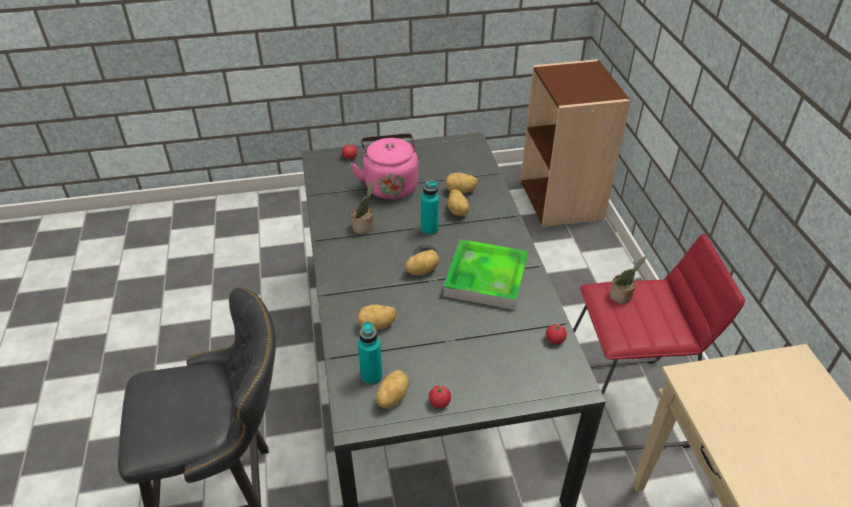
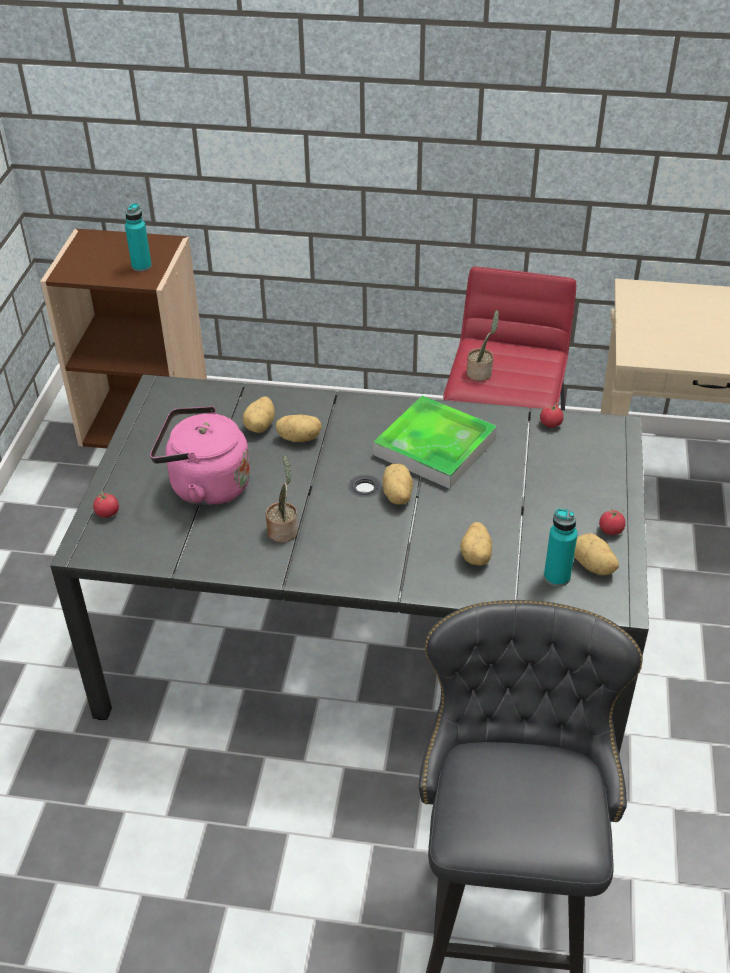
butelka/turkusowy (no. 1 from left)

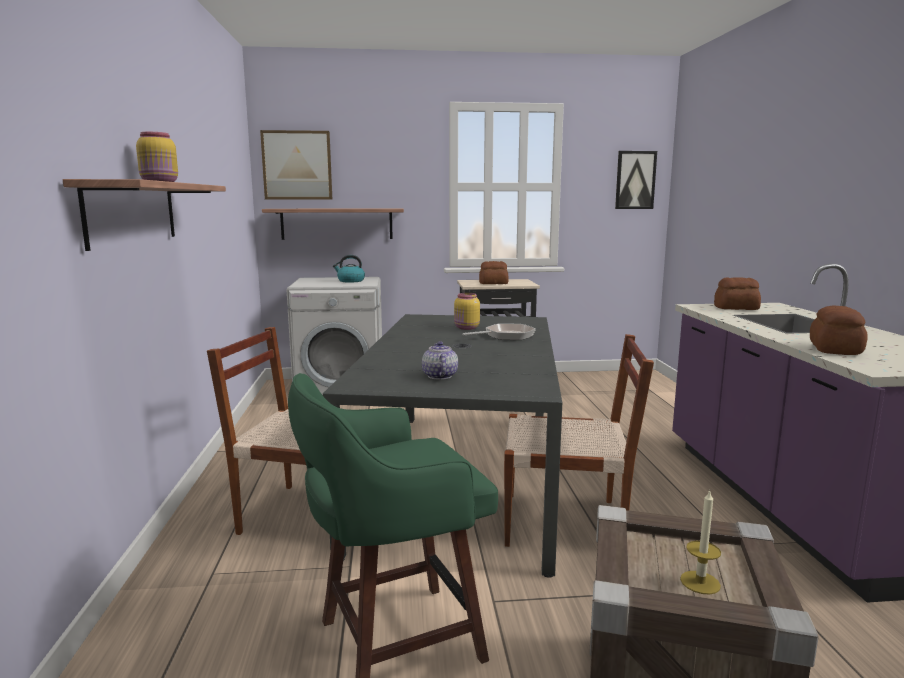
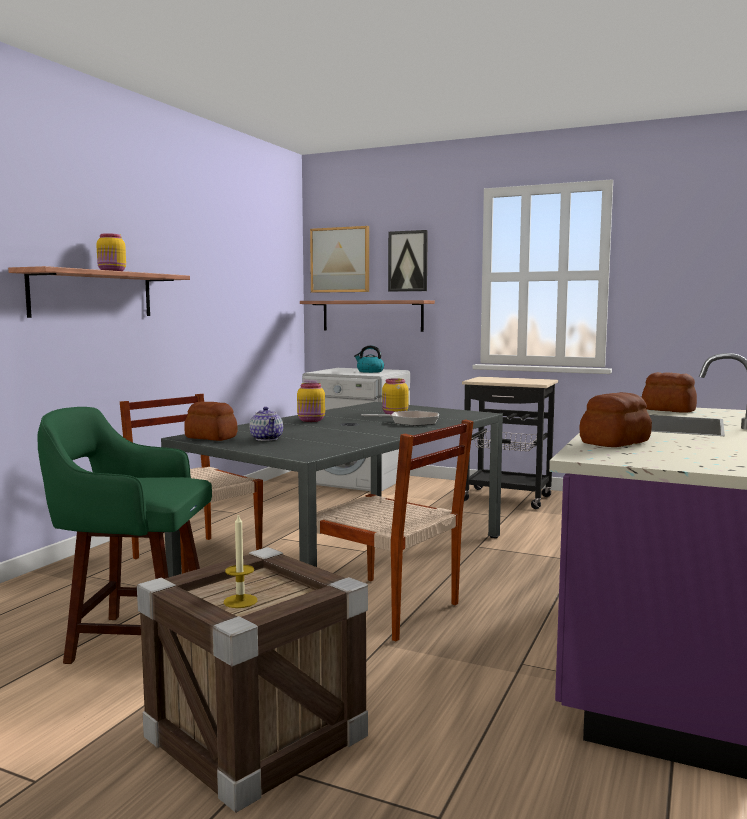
słoik/żółty (no. 2 from left)
chleb (no. 1 from left)
obraz (no. 2 from left)
imbryk

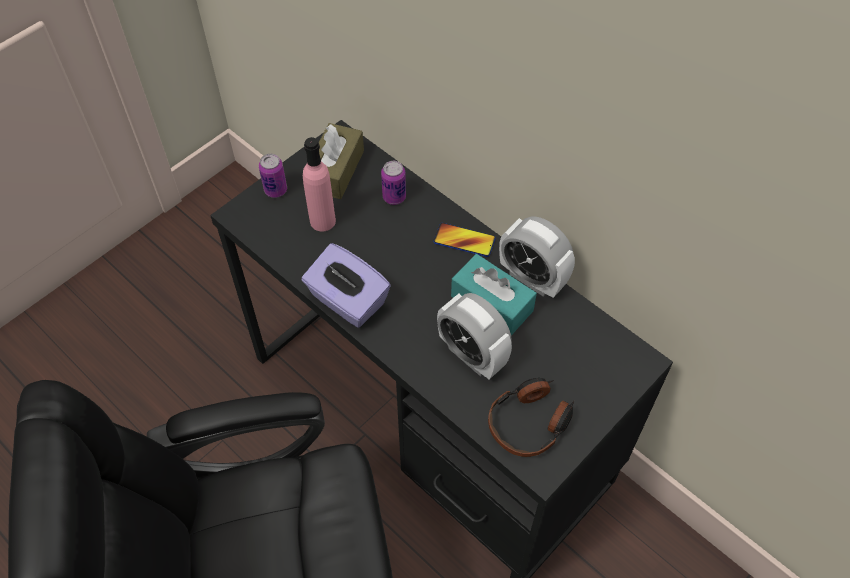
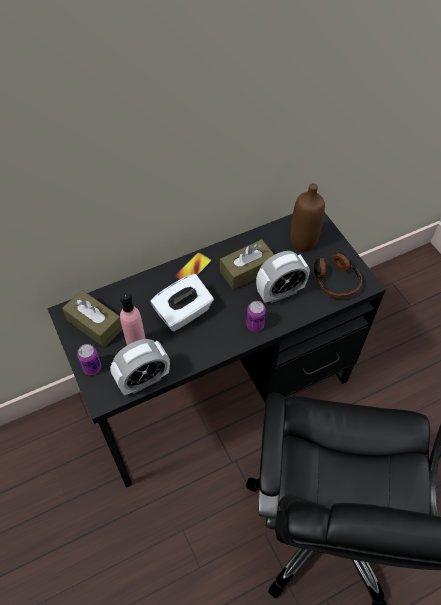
pudełko chusteczek/fioletowy
pudełko chusteczek/biały
butelka/brązowy
puszka (no. 2 from left)
budzik (no. 1 from left)
pudełko chusteczek/brązowy (no. 2 from left)

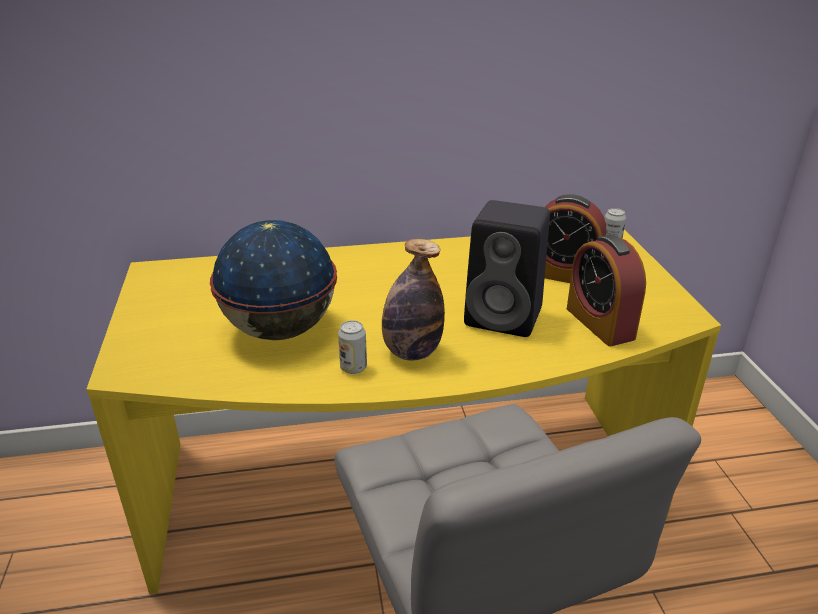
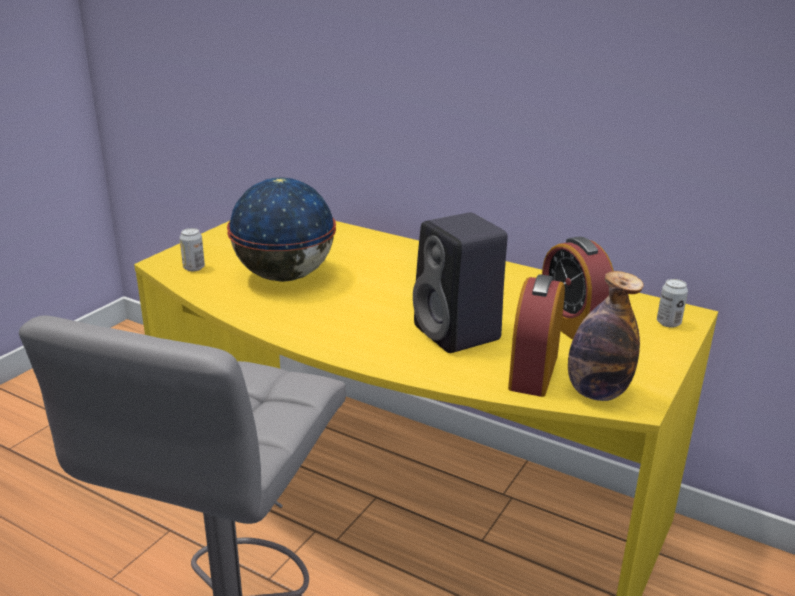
puszka (no. 1 from left)
butelka

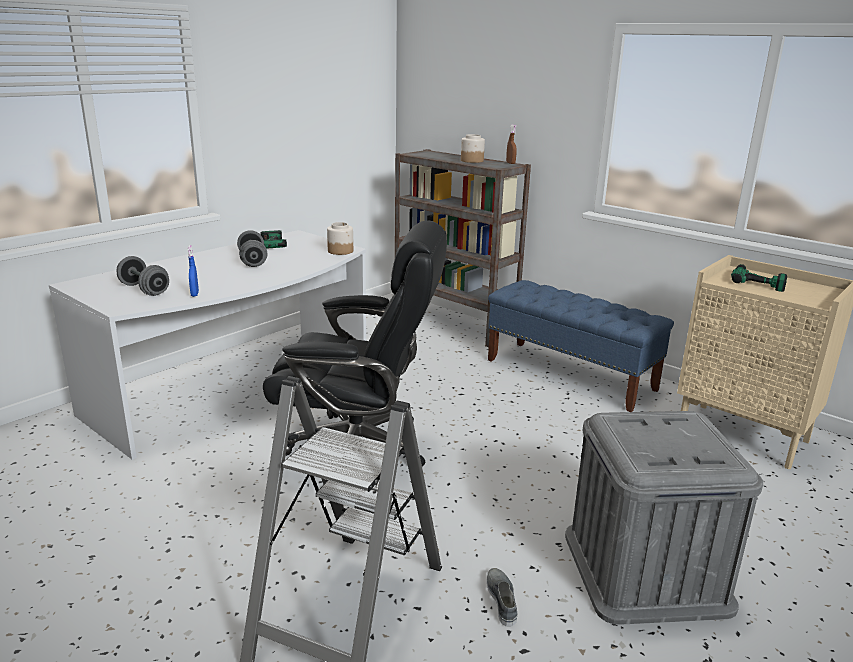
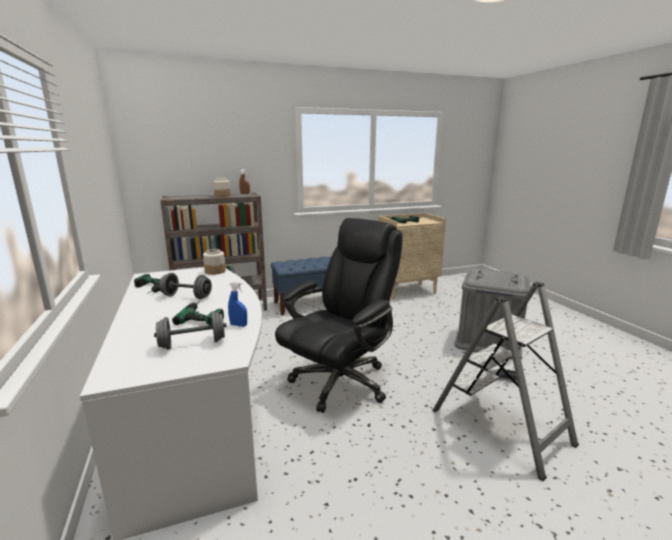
wiertarka (no. 2 from left)

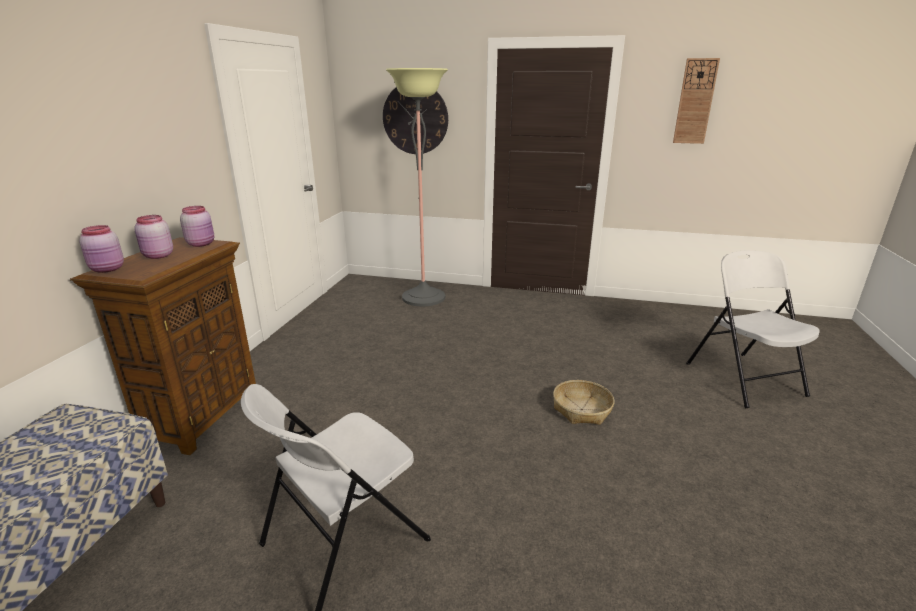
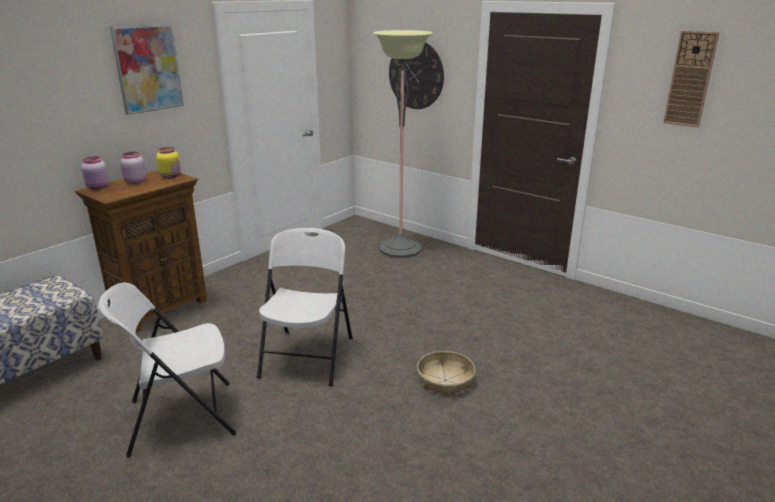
obraz
krzesło/biały (no. 2 from left)
słoik/żółty

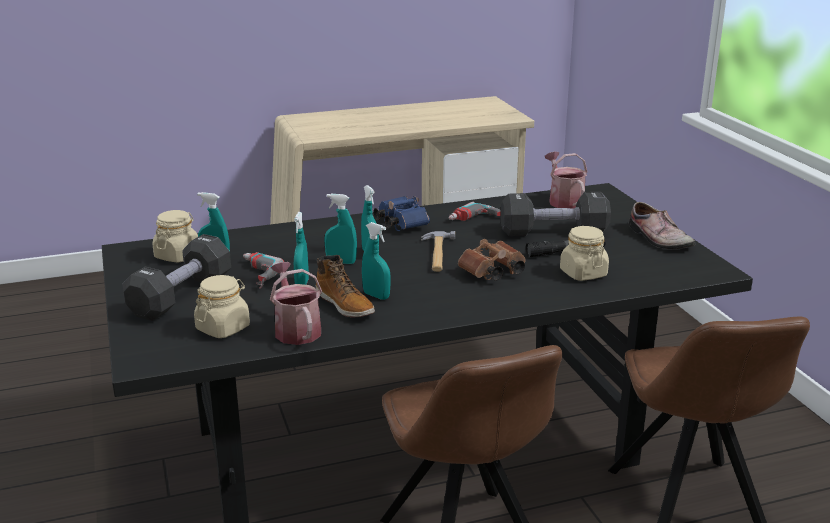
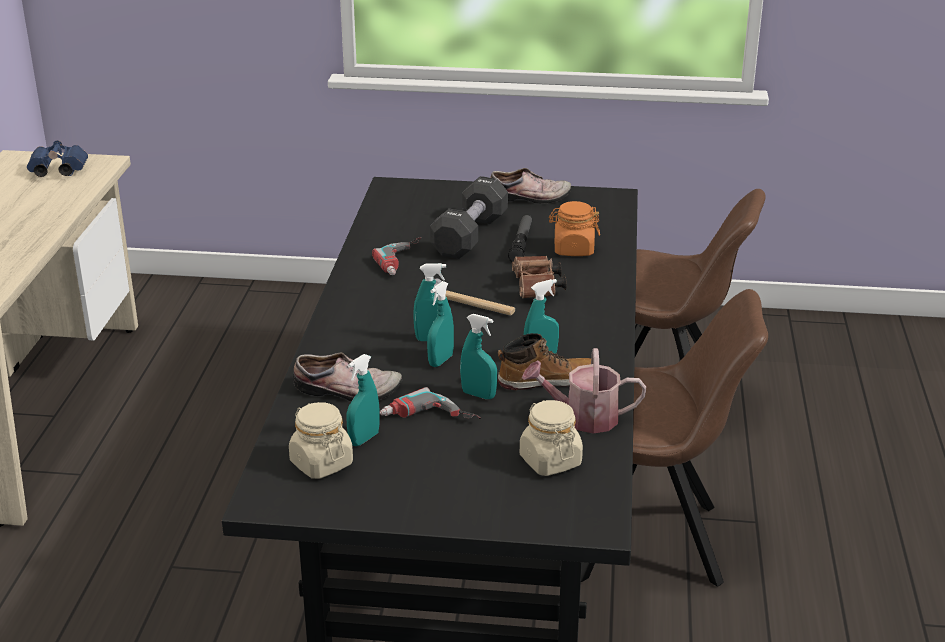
hantel/czarny (no. 1 from left in the first image)
konewka (no. 2 from left in the first image)
but (no. 1 from left)
lornetka/niebieski
słoik/pomarańczowy

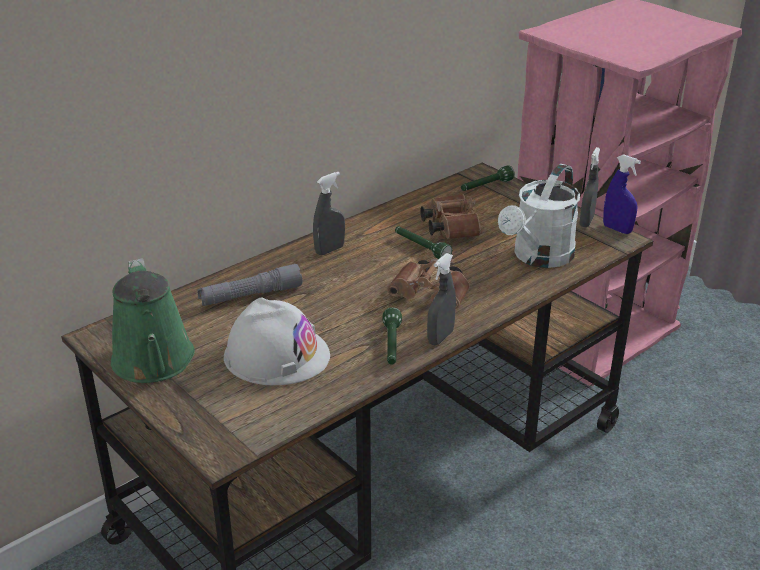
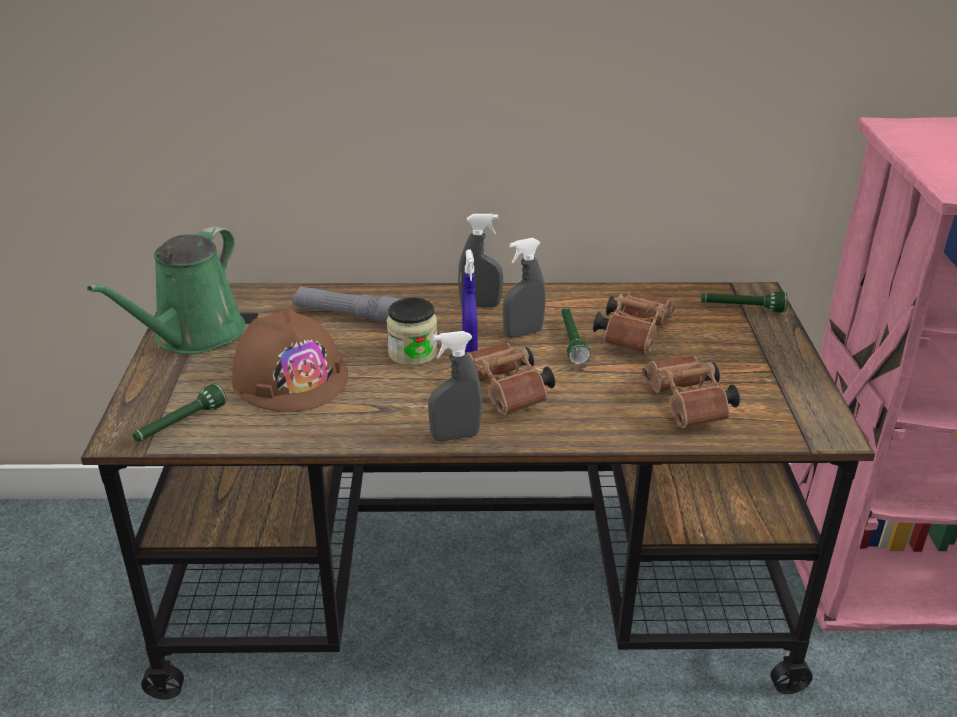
słoik
latarka/zielony (no. 1 from left)
spryskiwacz/szary (no. 3 from left)
spryskiwacz/niebieski
lornetka/brązowy (no. 3 from left)
kask/brązowy

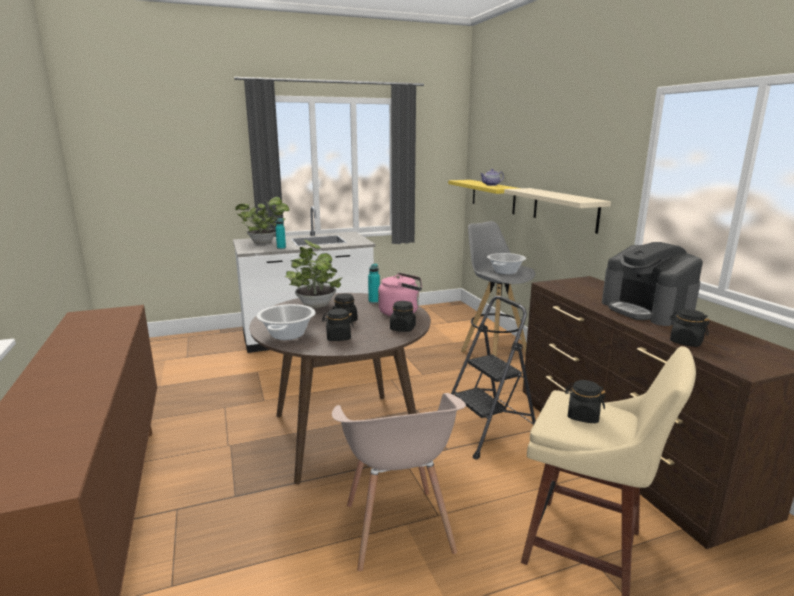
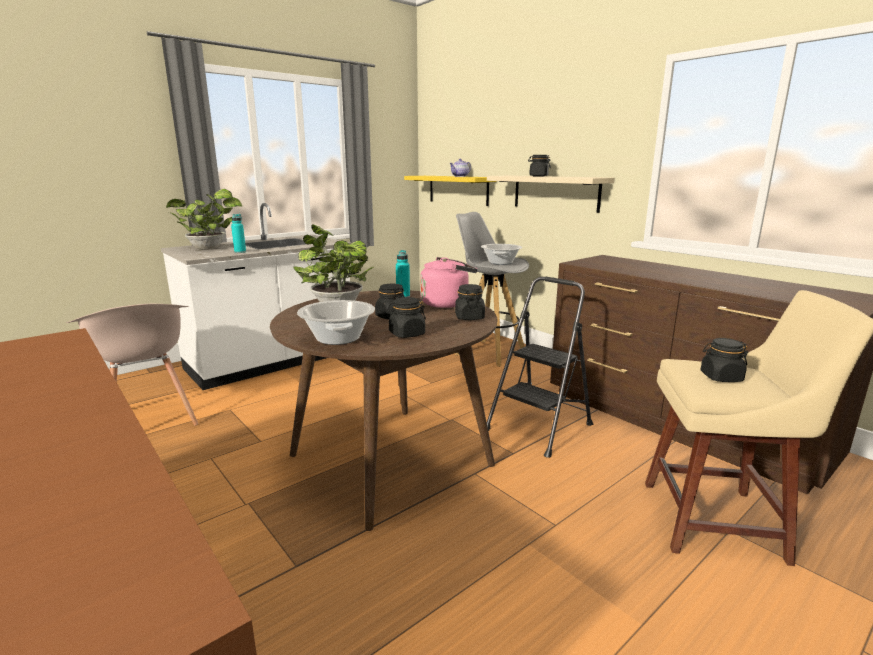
ekspres do kawy
krzesło/beżowy
słoik/czarny (no. 4 from left)

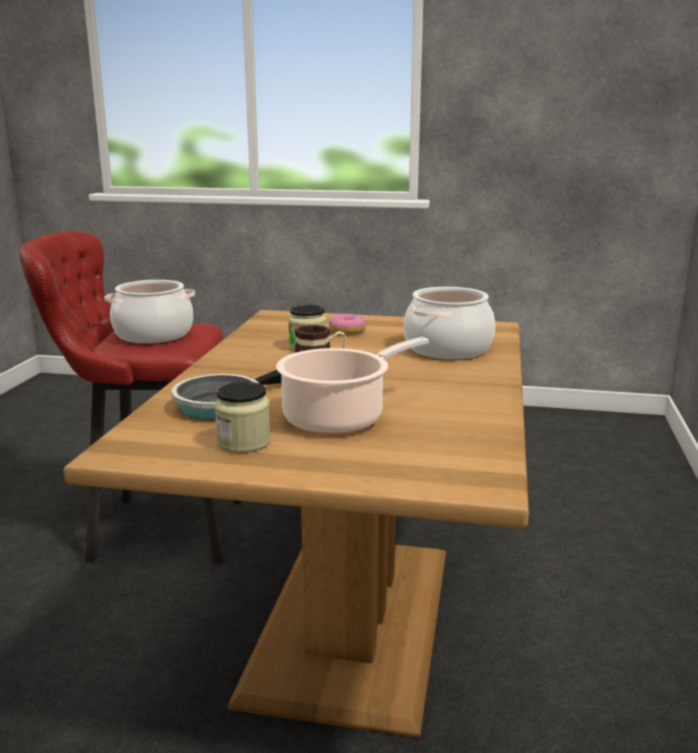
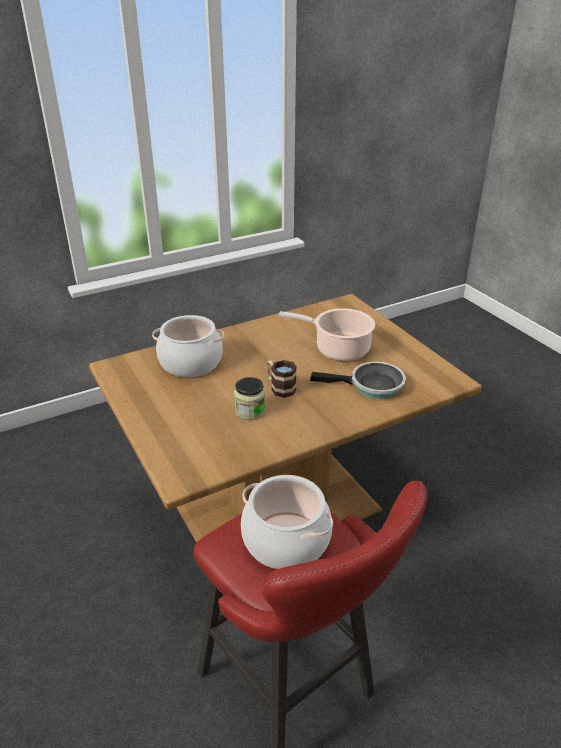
słoik (no. 1 from left in the first image)
donut

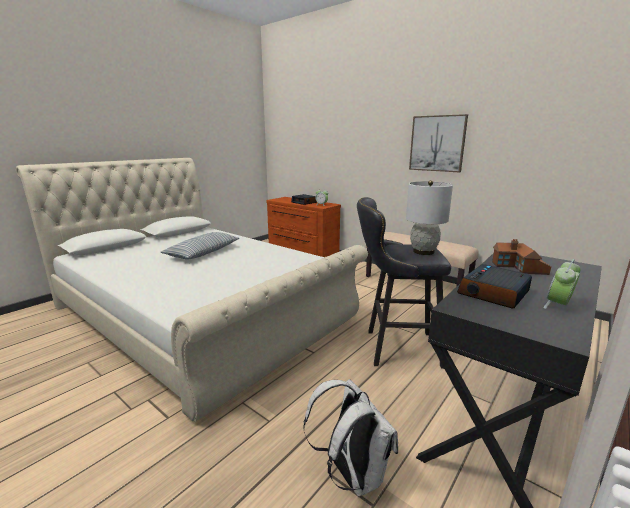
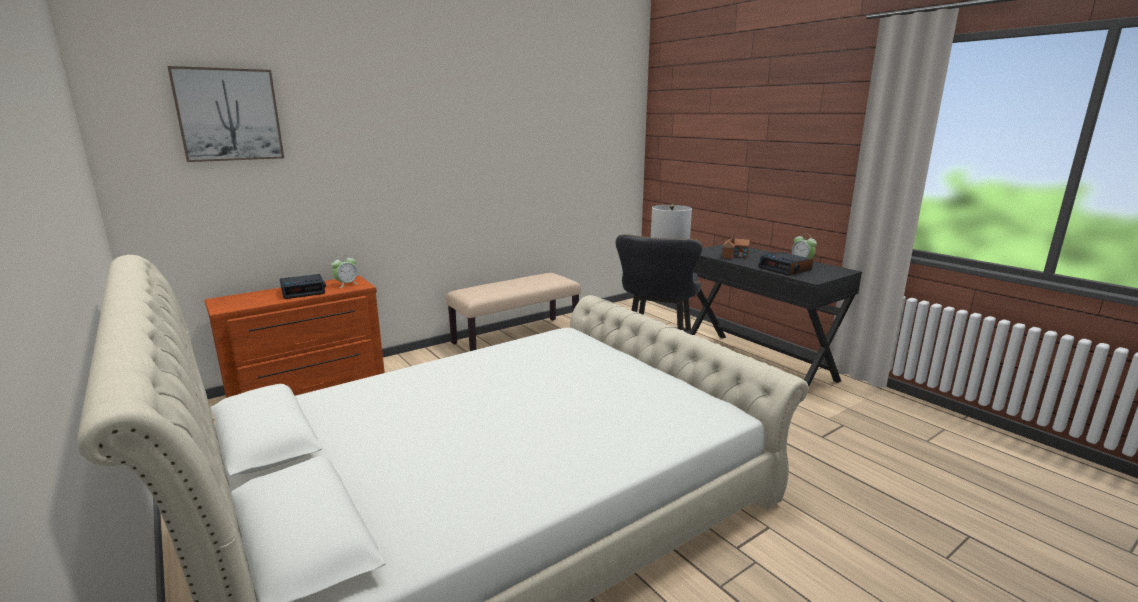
poduszka
plecak/biały
obraz

